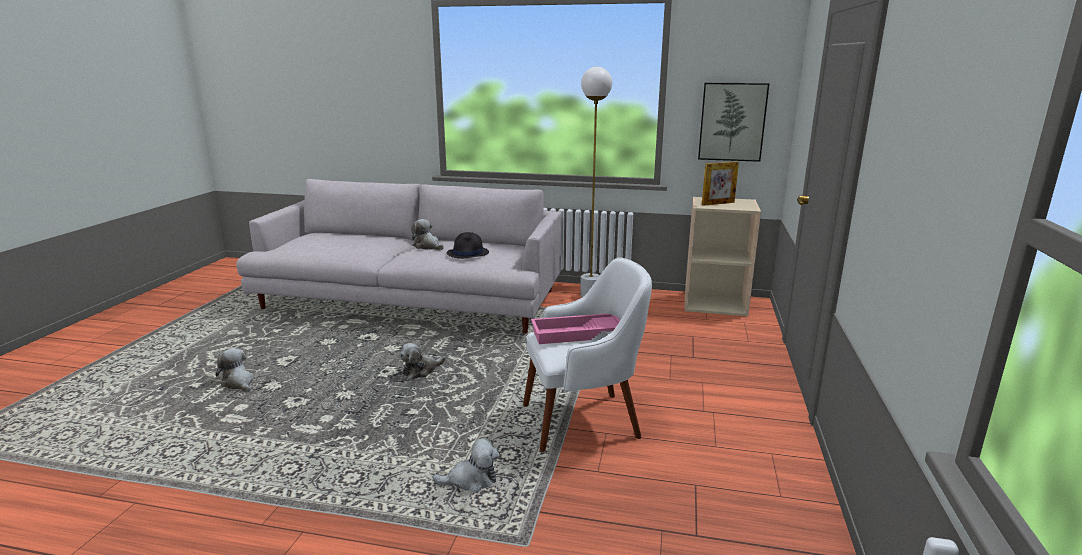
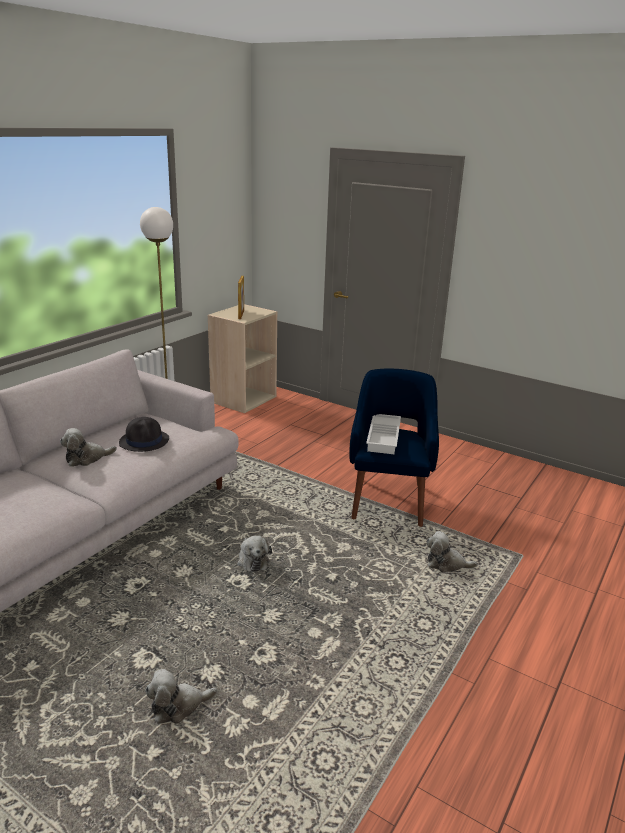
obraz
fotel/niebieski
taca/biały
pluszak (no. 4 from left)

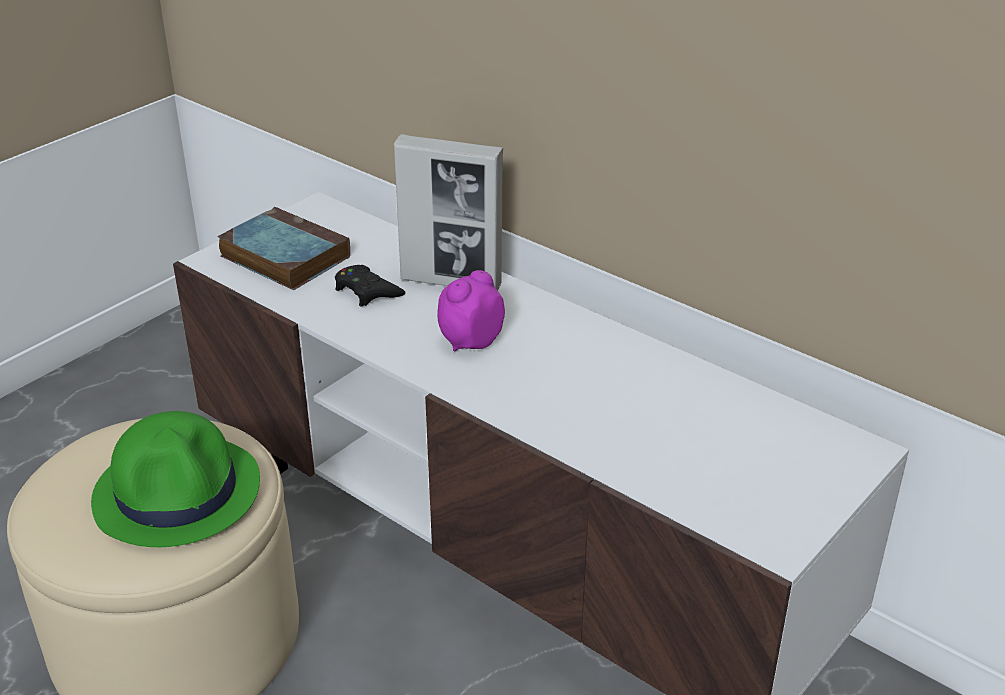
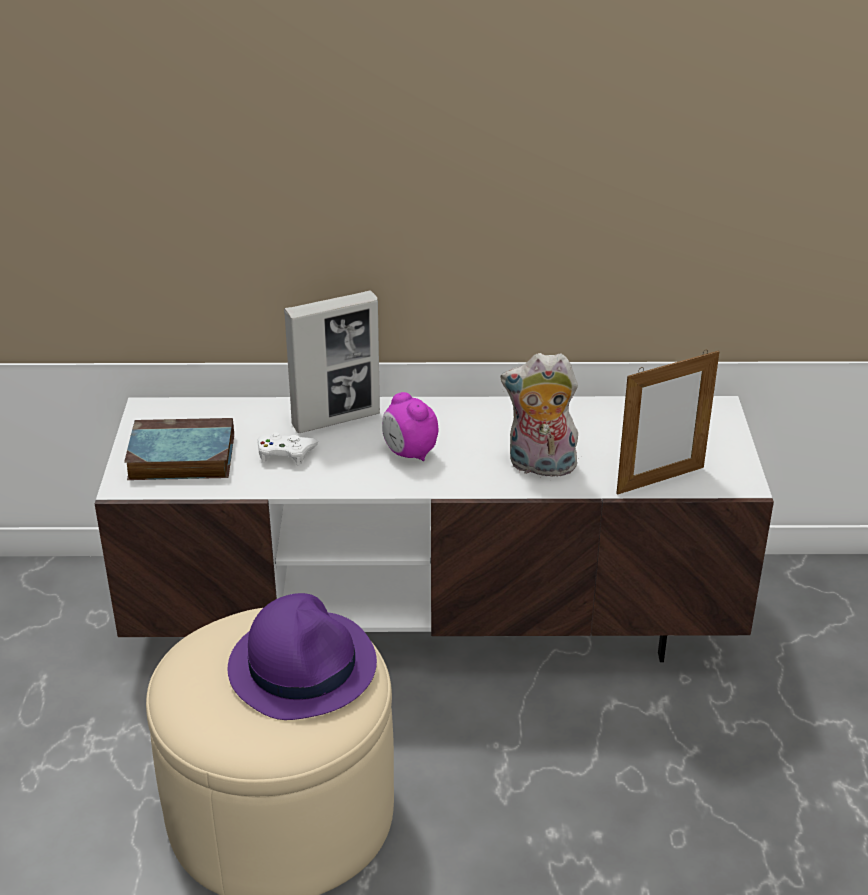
pluszak
ramka na zdjęcie (no. 2 from left)
kapelusz/fioletowy
pad do gier/biały
budzik

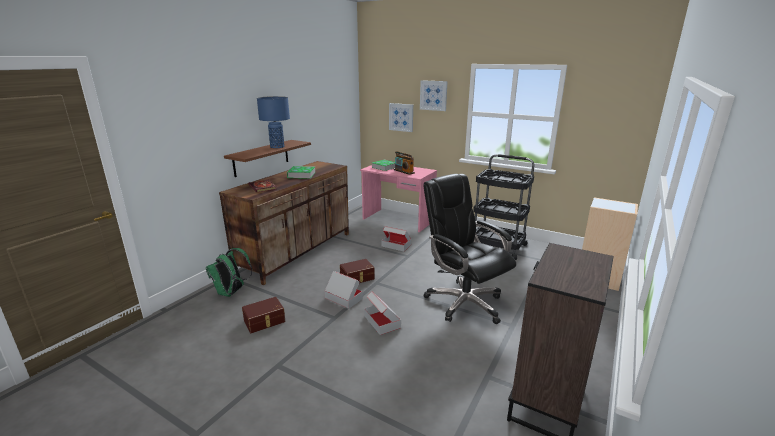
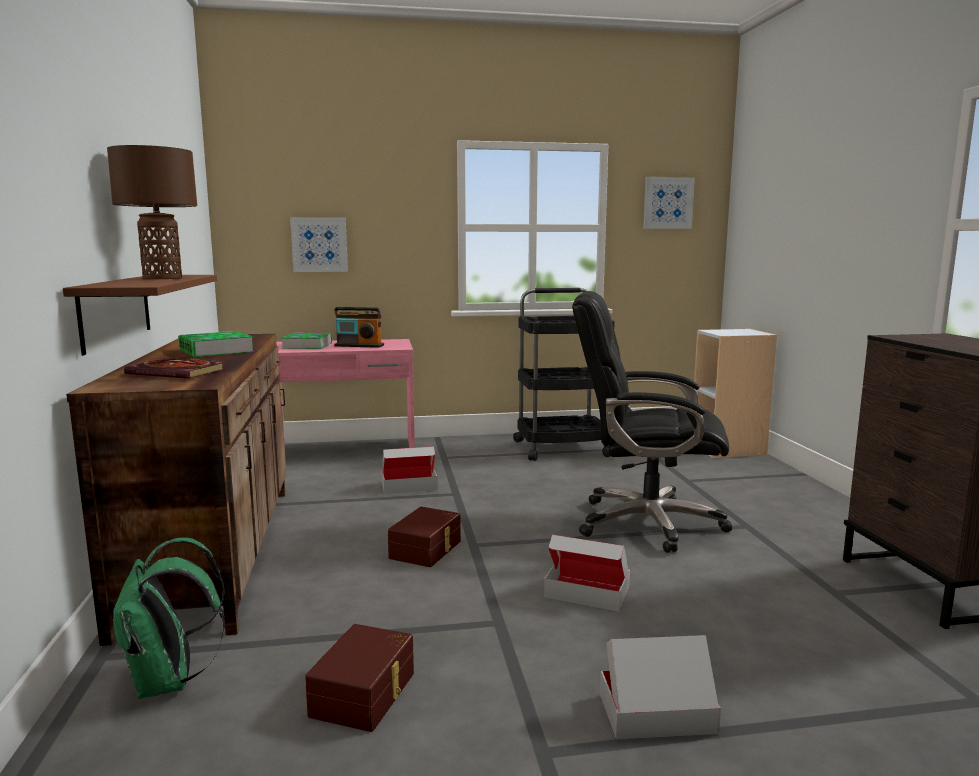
karton (no. 3 from left)
obraz (no. 2 from left)
lampa stołowa/brązowy

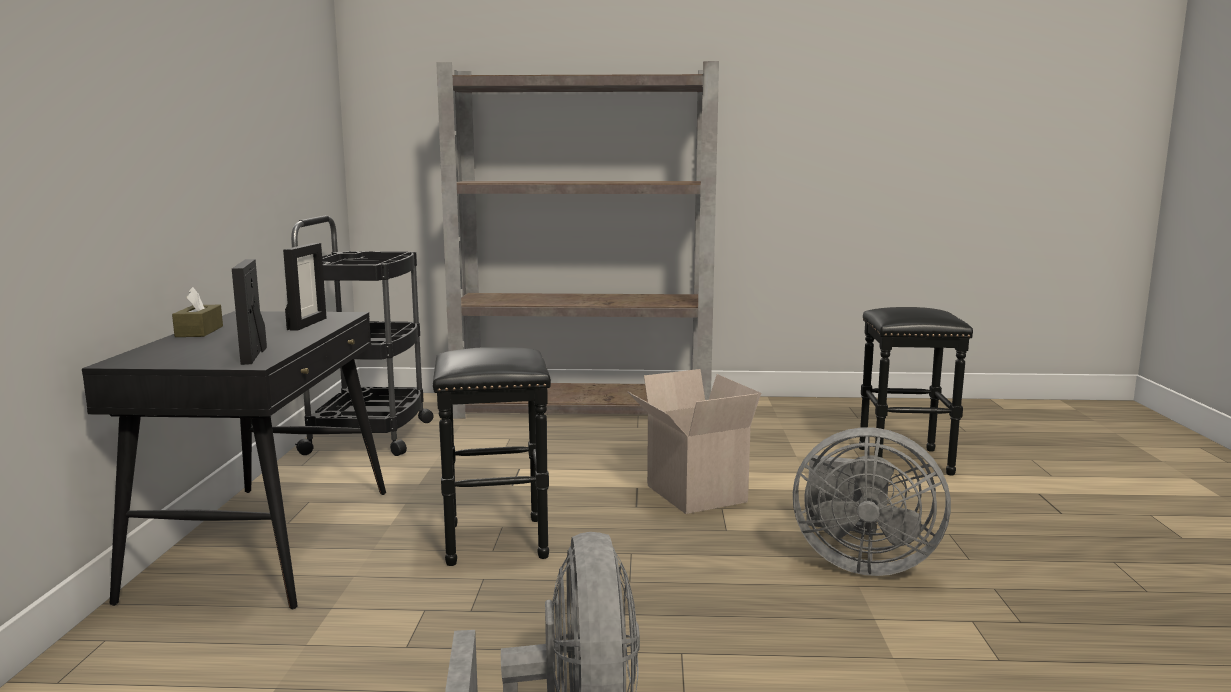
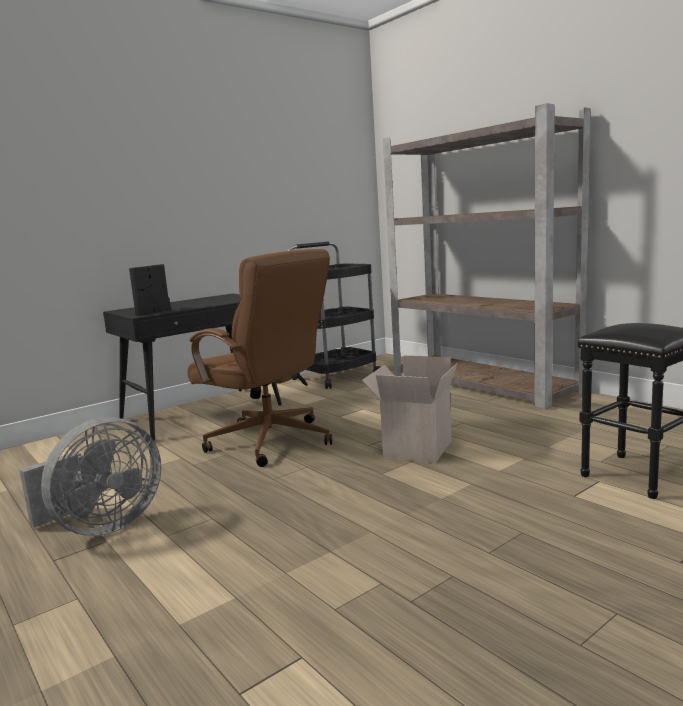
pudełko chusteczek/brązowy
ramka na zdjęcie (no. 2 from left in the first image)
wentylator/szary (no. 2 from left in the first image)
krzesło biurowe/brązowy

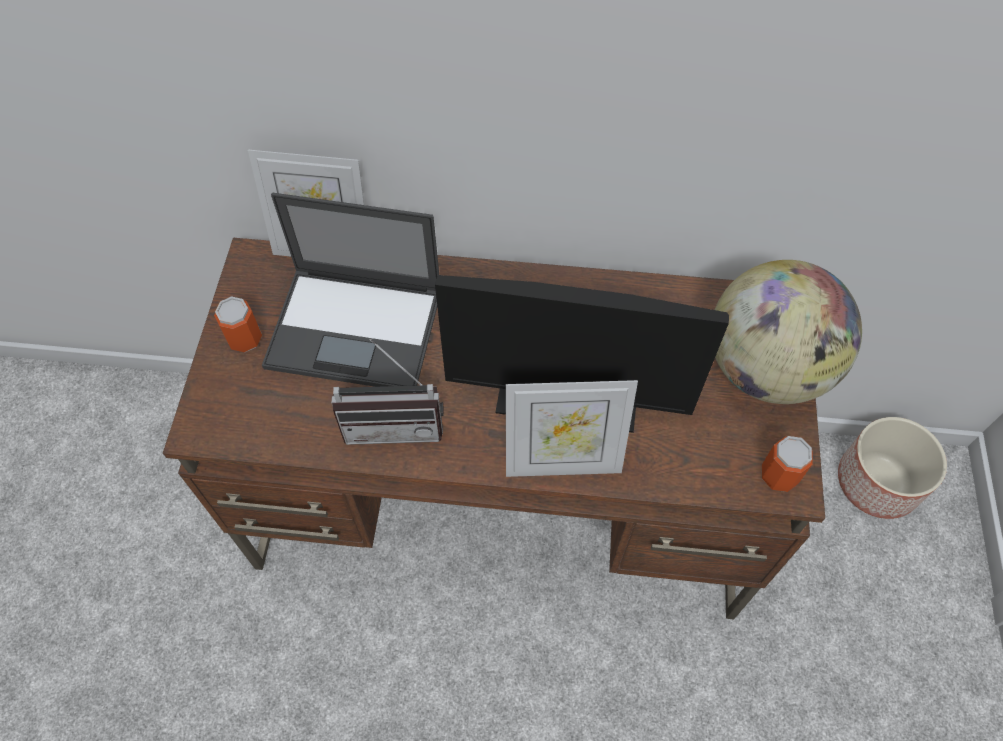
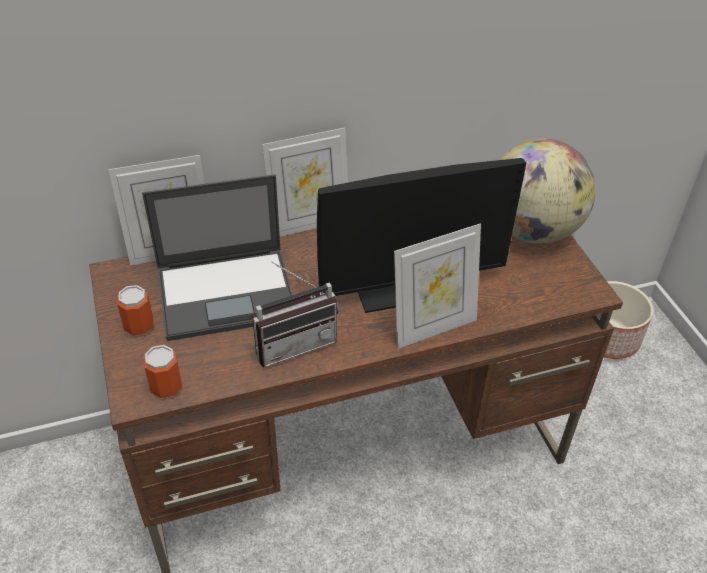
ramka na zdjęcie (no. 2 from left)
puszka (no. 2 from left)

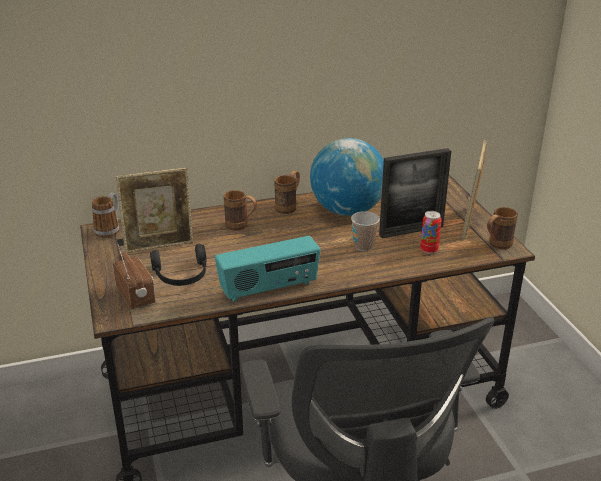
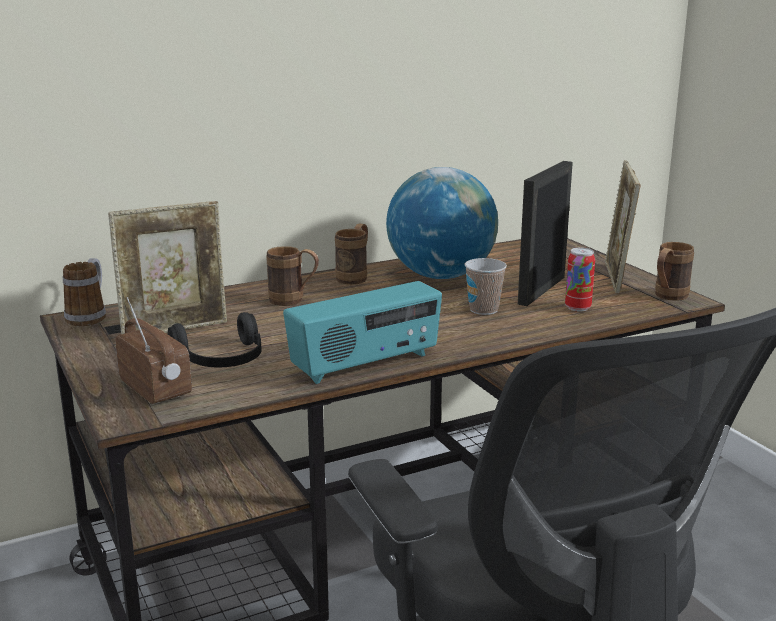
ramka na zdjęcie (no. 2 from left)

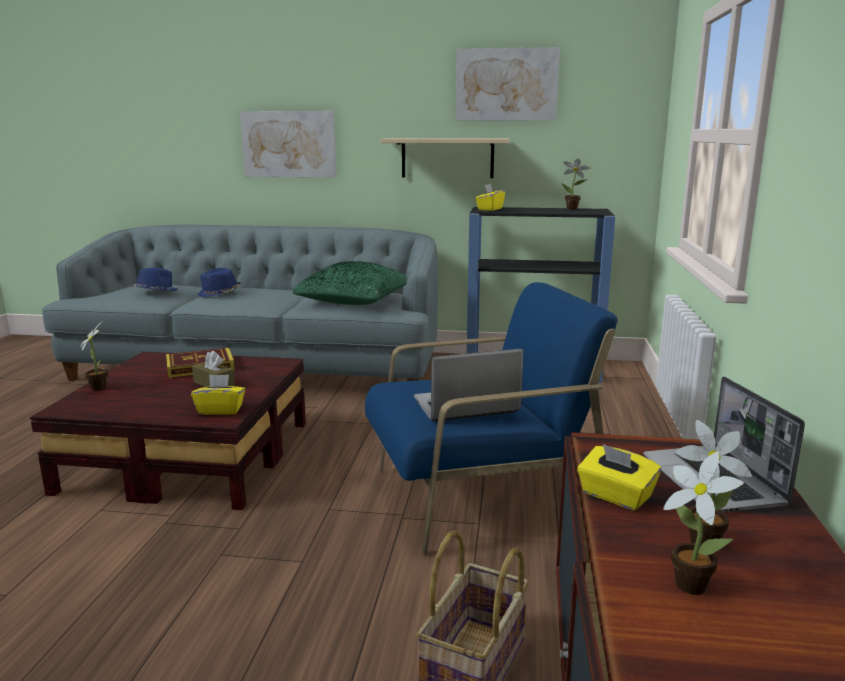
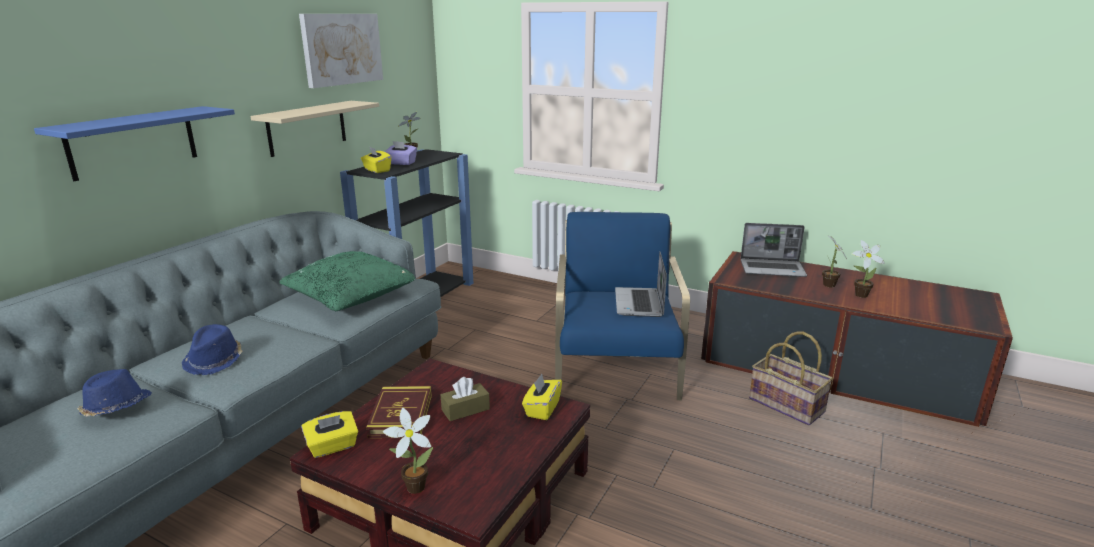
pudełko chusteczek/fioletowy
pudełko chusteczek/żółty (no. 1 from left)
półka/niebieski

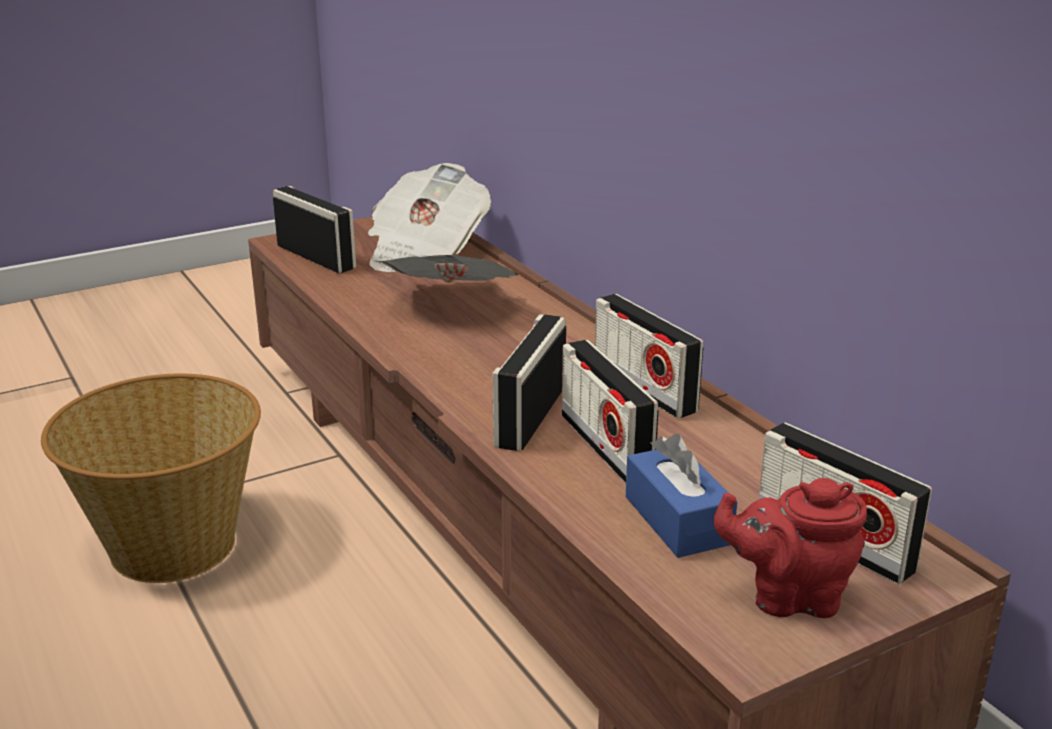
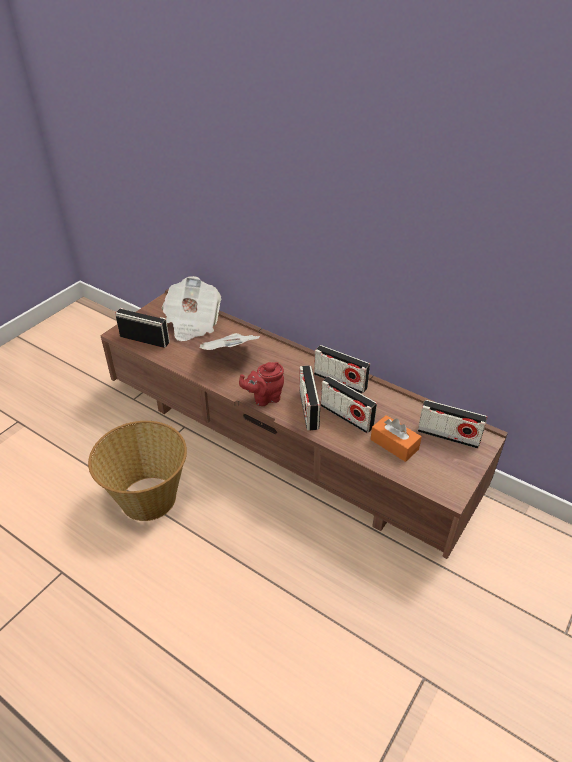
imbryk/czerwony
pudełko chusteczek/pomarańczowy

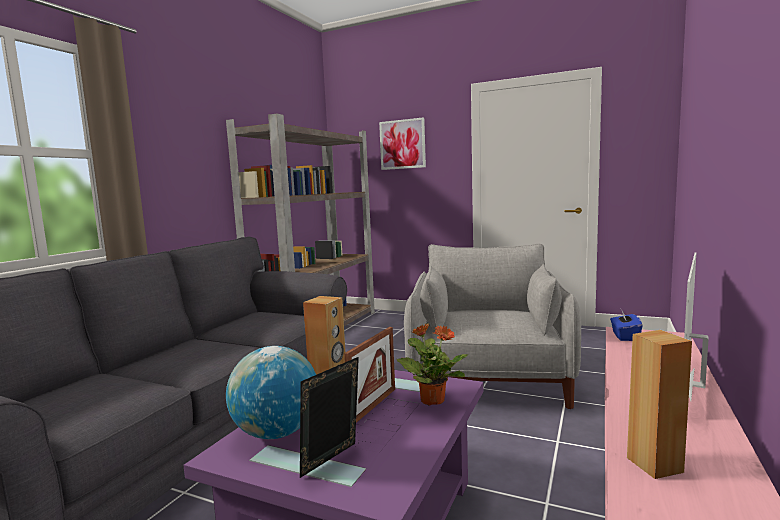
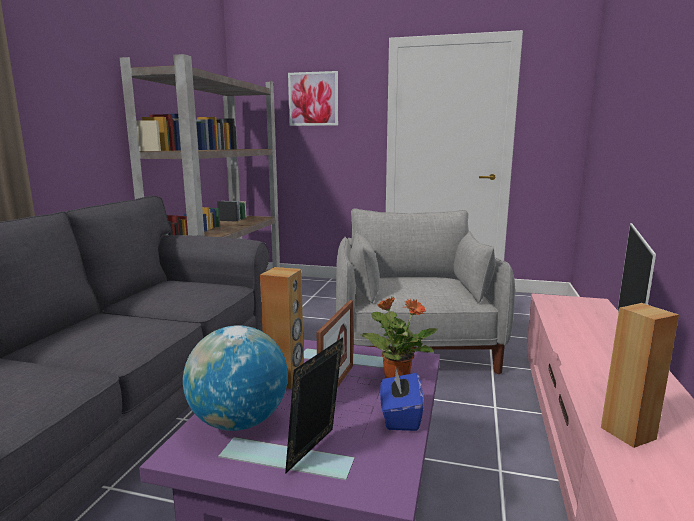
pudełko chusteczek/niebieski

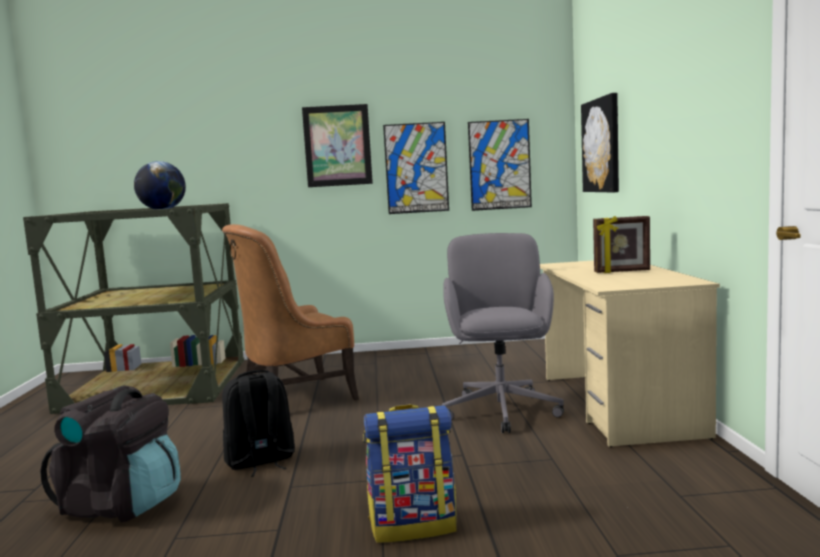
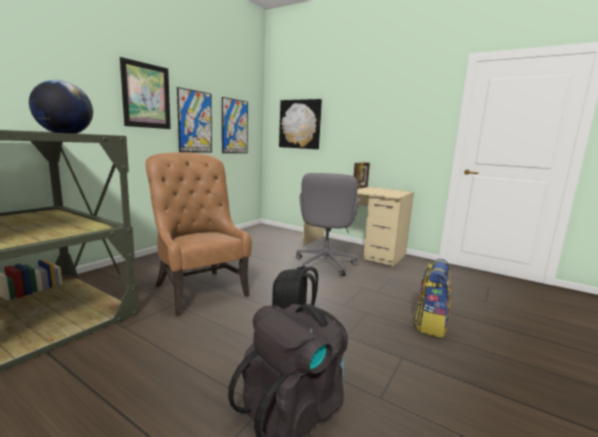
krzesło/brązowy
krzesło biurowe/szary

